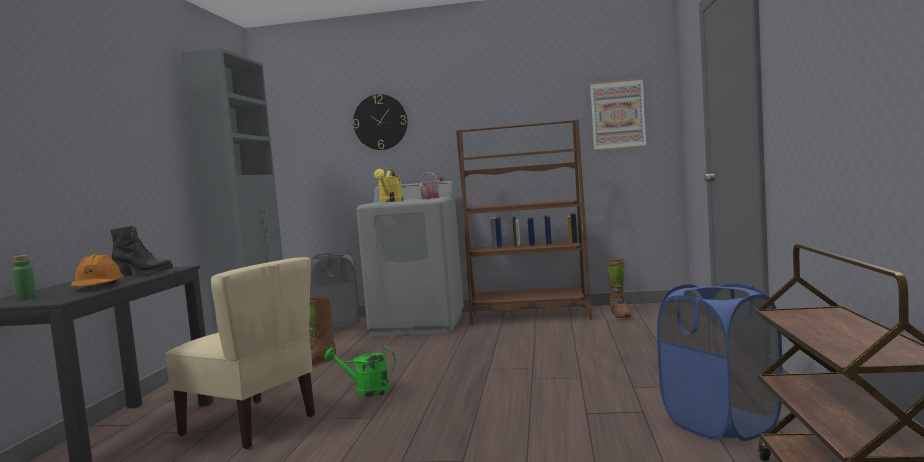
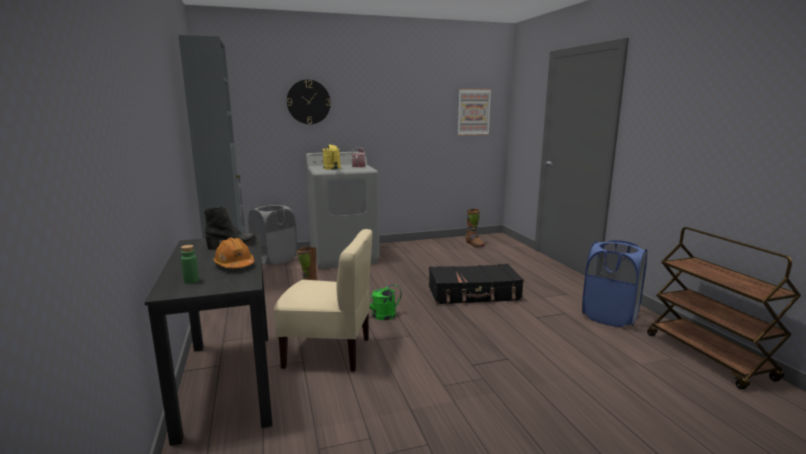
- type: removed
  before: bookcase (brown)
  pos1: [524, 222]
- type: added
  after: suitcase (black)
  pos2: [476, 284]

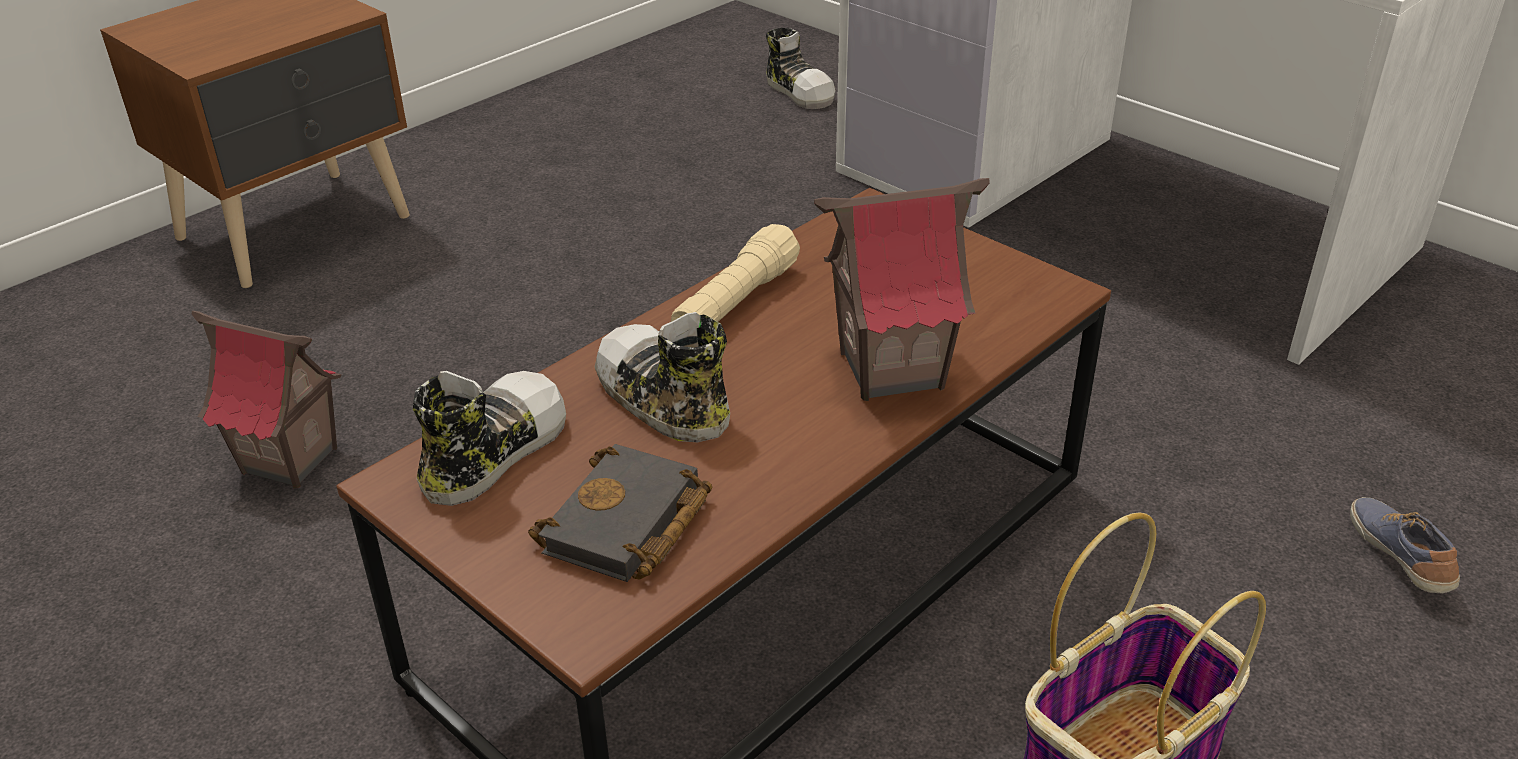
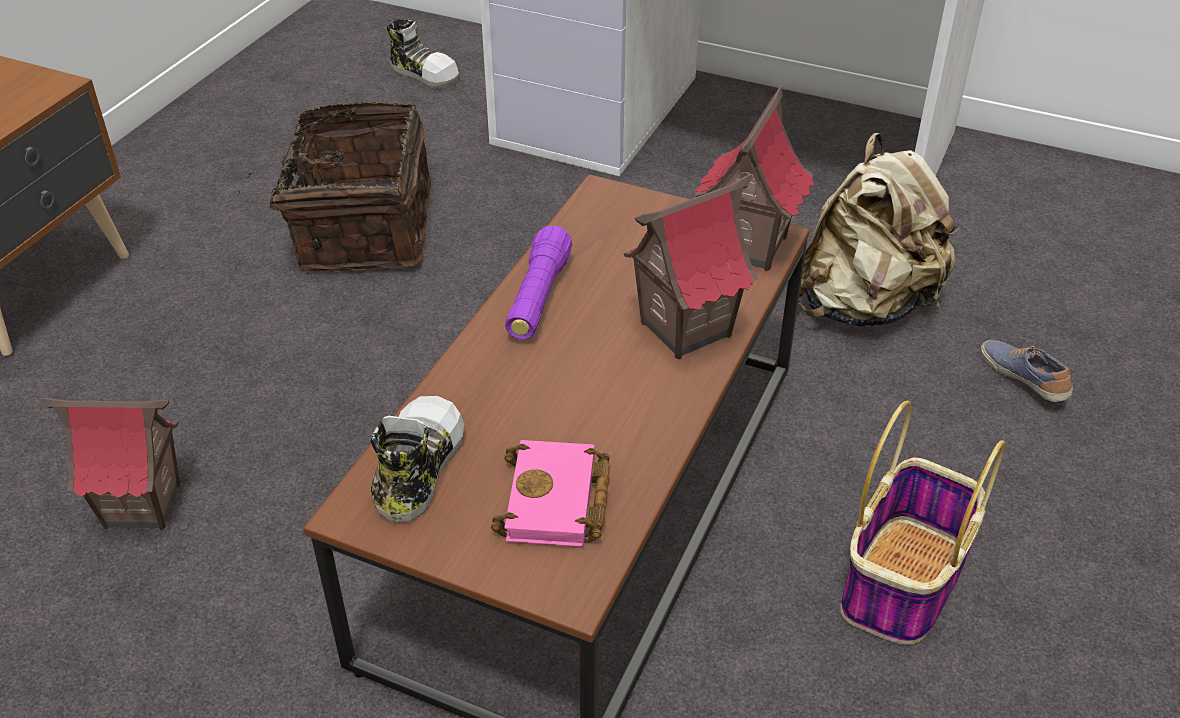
- type: recoloured
  before: flashlight (beige)
  after: flashlight (purple)
  pos1: [735, 273]
  pos2: [538, 282]
- type: removed
  before: shoe
  pos1: [662, 377]
- type: recoloured
  before: book (black)
  after: book (pink)
  pos1: [620, 513]
  pos2: [550, 493]
- type: added
  after: toy house
  pos2: [754, 179]
- type: added
  after: basket
  pos2: [335, 187]
- type: added
  after: backpack (beige)
  pos2: [879, 230]

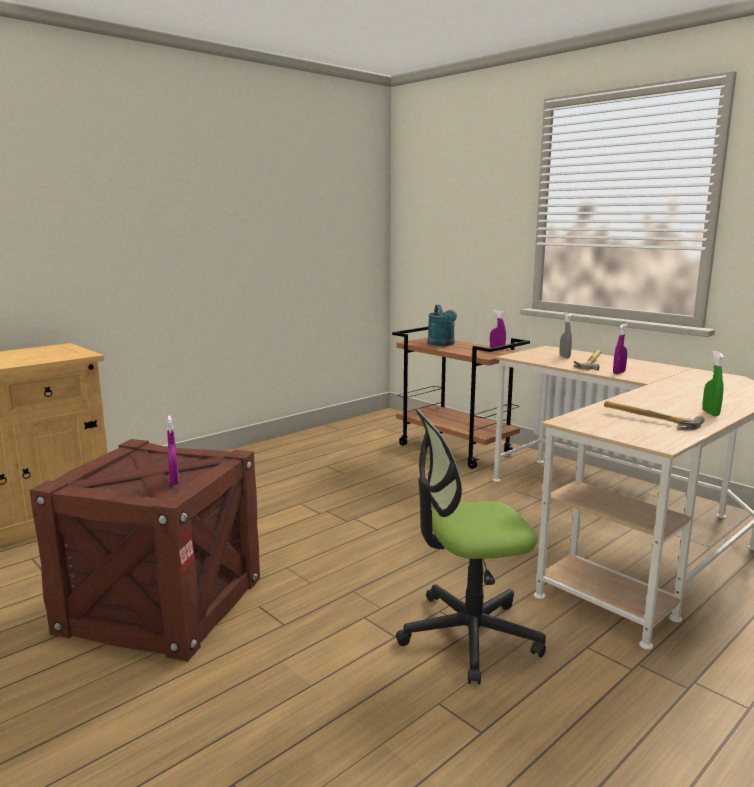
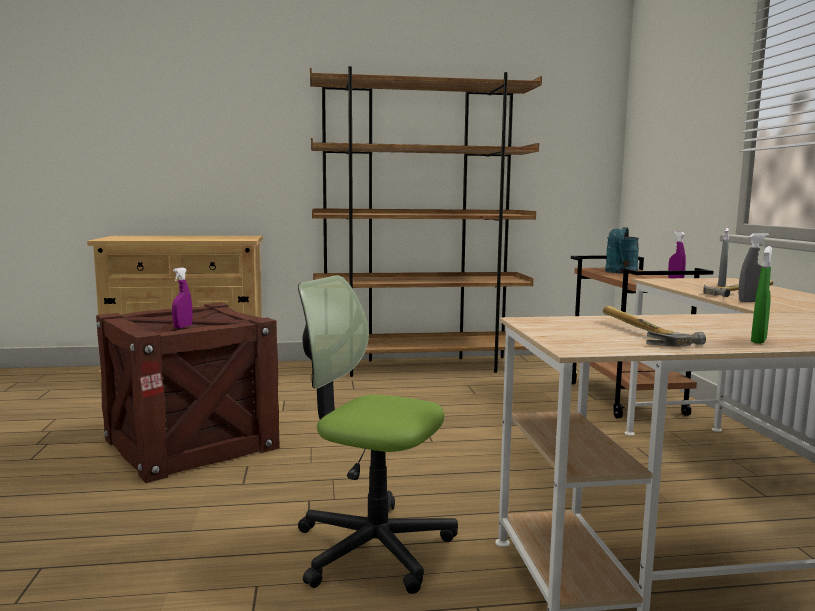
- type: recoloured
  before: spray bottle (purple)
  after: spray bottle (grey)
  pos1: [620, 348]
  pos2: [754, 267]
- type: added
  after: bookcase (brown)
  pos2: [426, 221]

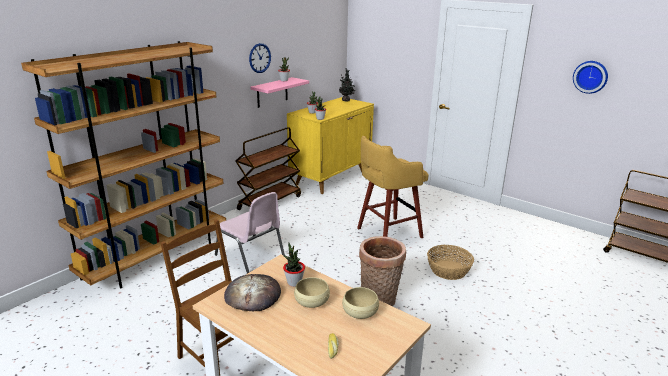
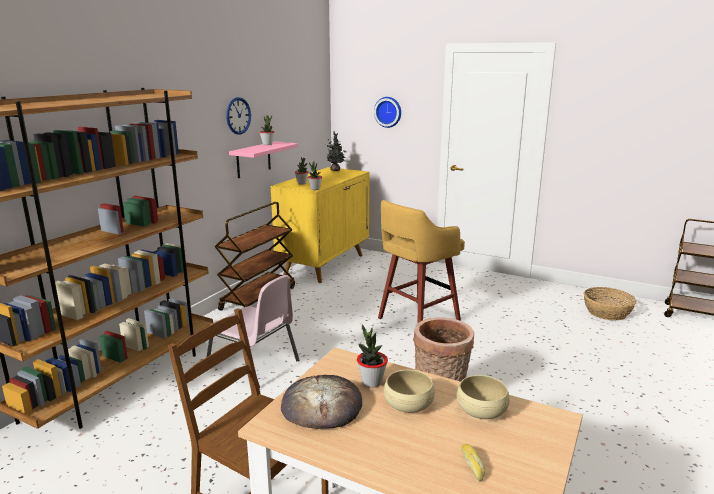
- type: moved
  before: wall clock
  pos1: [590, 77]
  pos2: [387, 112]
- type: moved
  before: basket
  pos1: [450, 262]
  pos2: [610, 304]

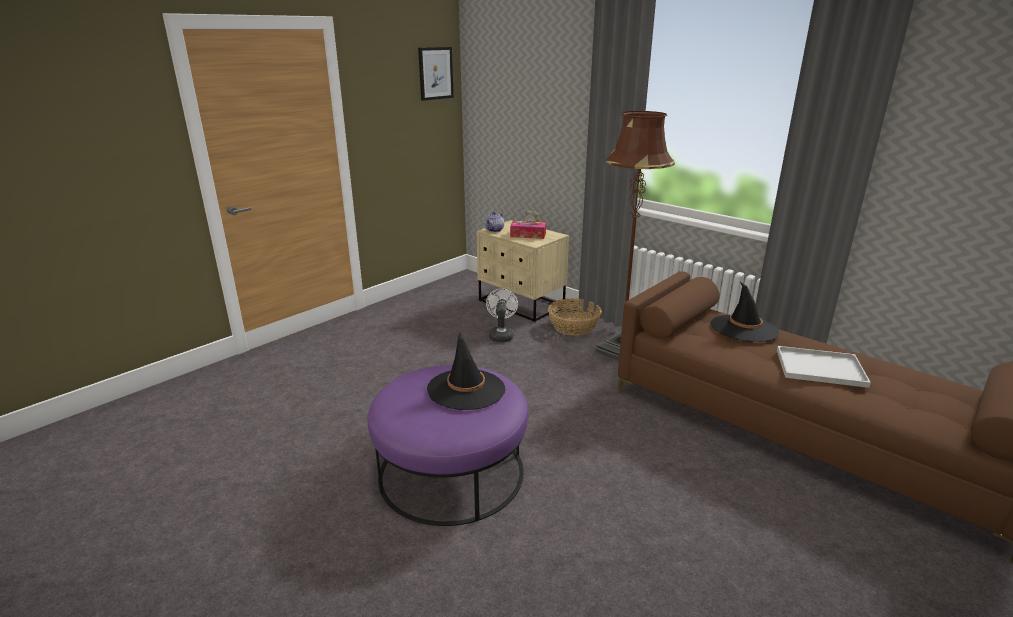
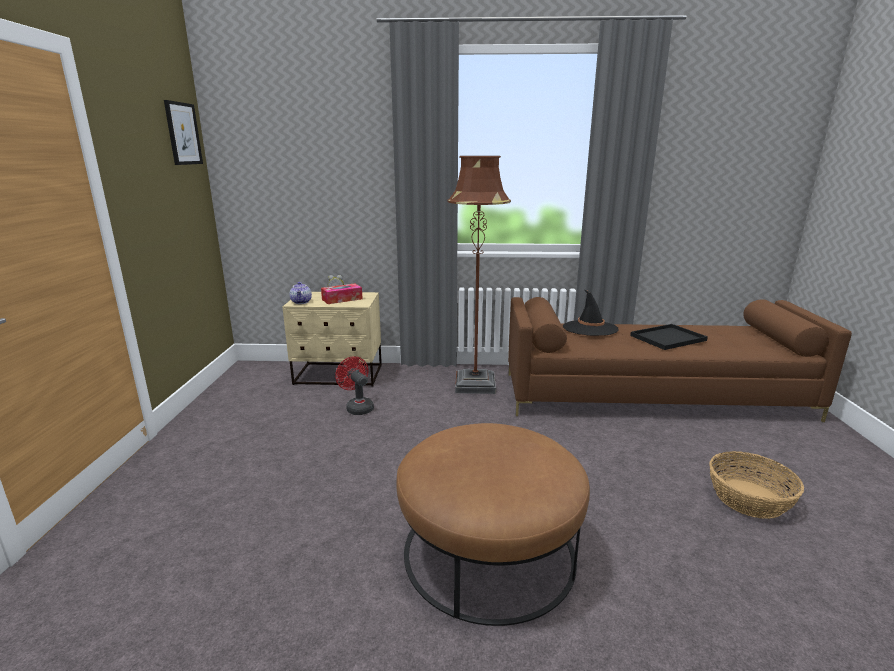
- type: recoloured
  before: fan (white)
  after: fan (red)
  pos1: [502, 315]
  pos2: [354, 385]
- type: moved
  before: basket
  pos1: [575, 317]
  pos2: [756, 485]
- type: removed
  before: hat (black)
  pos1: [466, 371]
- type: recoloured
  before: tray (white)
  after: tray (black)
  pos1: [824, 367]
  pos2: [669, 337]
- type: recoloured
  before: ottoman (purple)
  after: ottoman (brown)
  pos1: [448, 445]
  pos2: [493, 524]

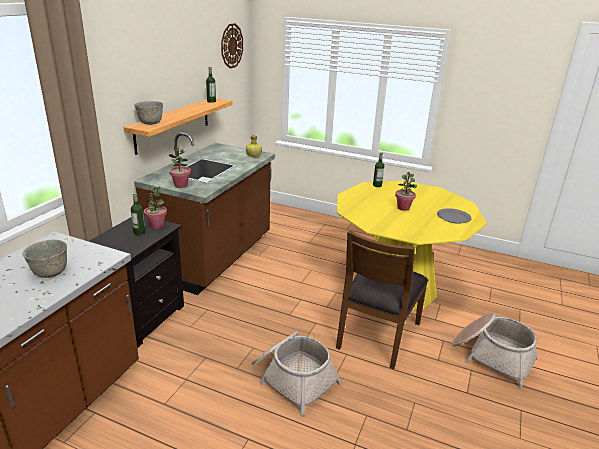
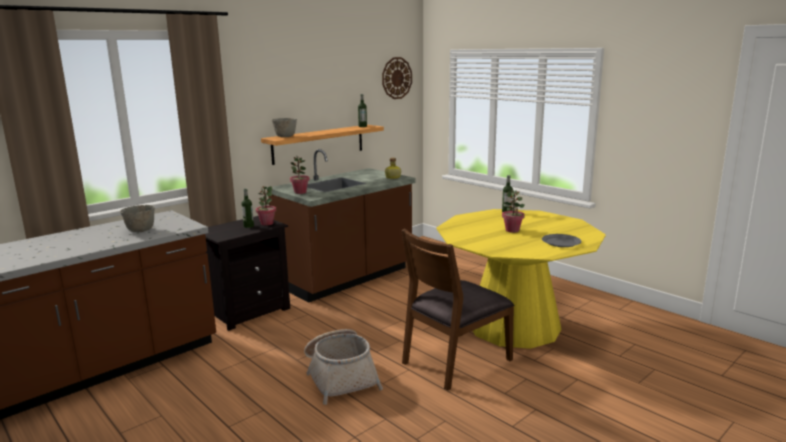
- type: removed
  before: basket
  pos1: [495, 350]

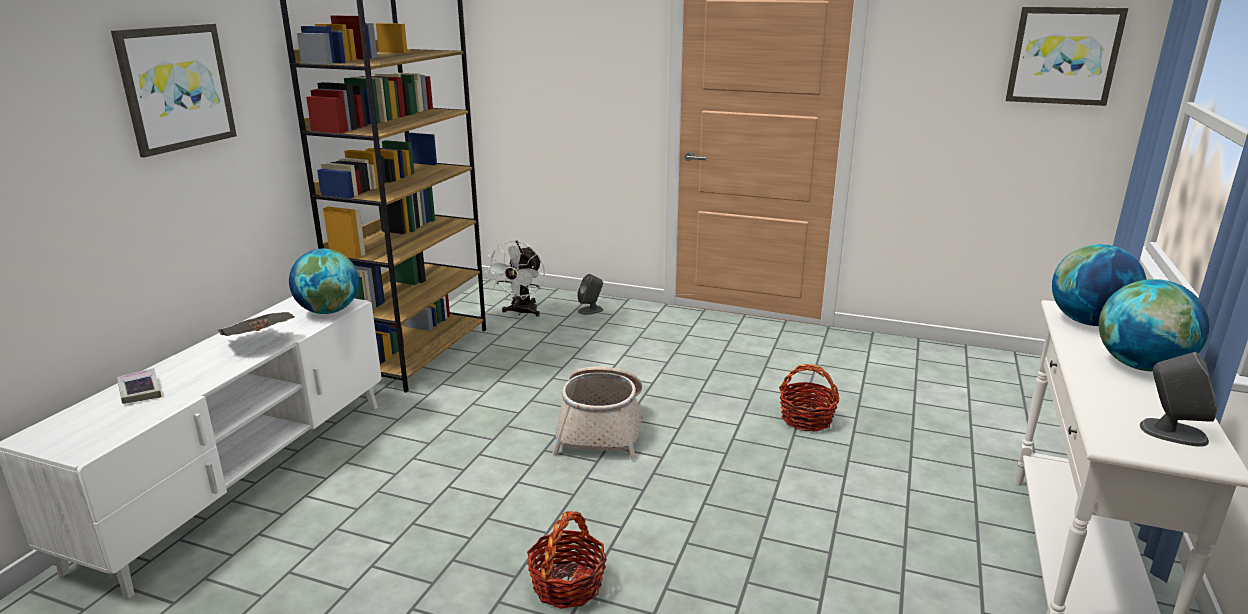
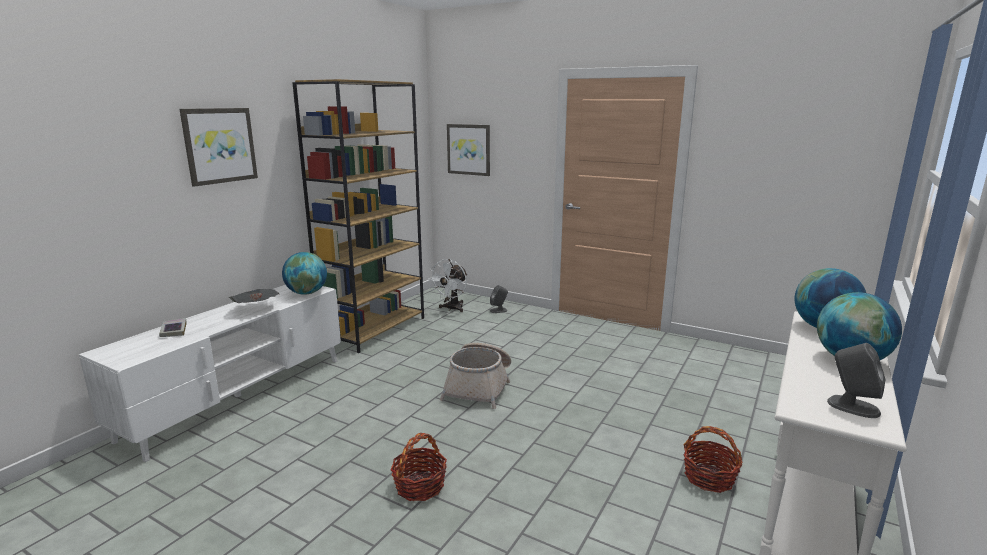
- type: moved
  before: picture
  pos1: [1066, 56]
  pos2: [468, 150]
- type: moved
  before: basket
  pos1: [809, 397]
  pos2: [712, 459]

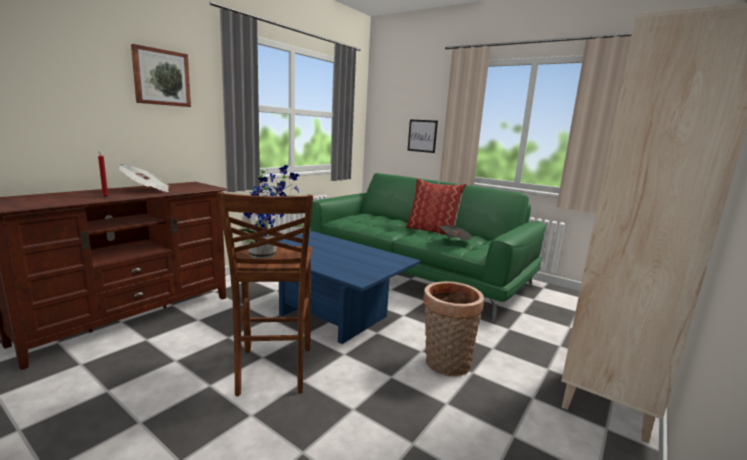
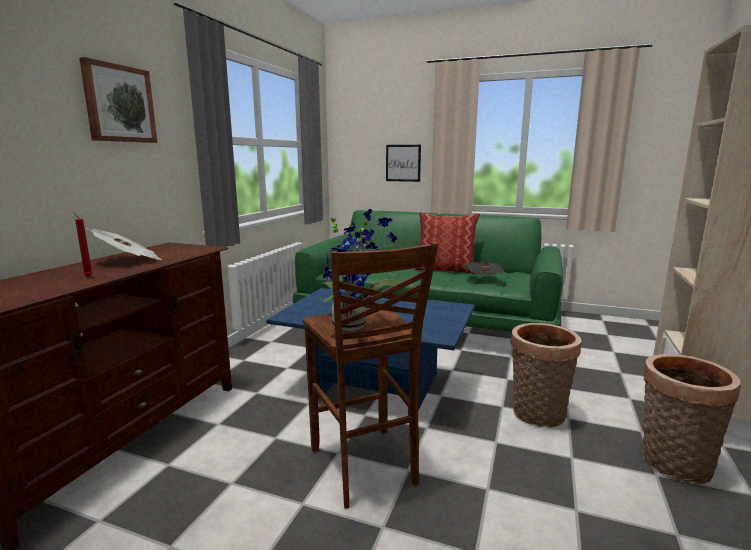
- type: added
  after: basket
  pos2: [692, 419]

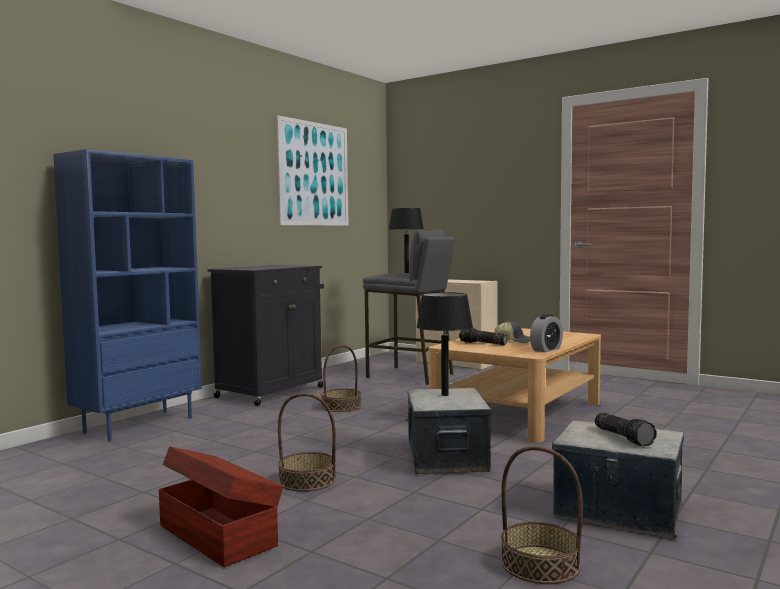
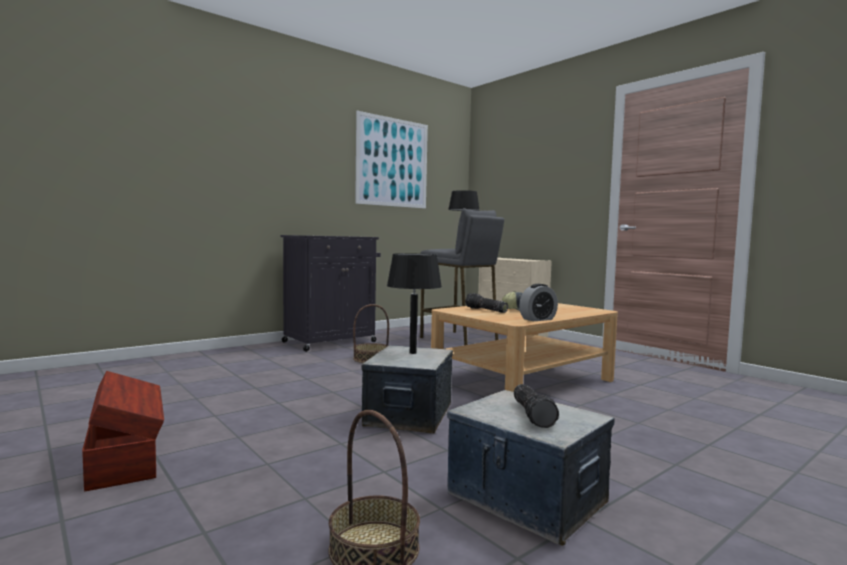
- type: removed
  before: bookcase (blue)
  pos1: [127, 295]
- type: removed
  before: basket
  pos1: [307, 442]

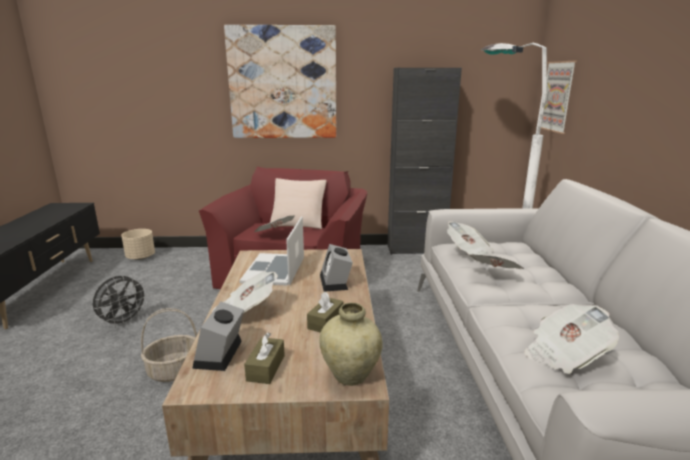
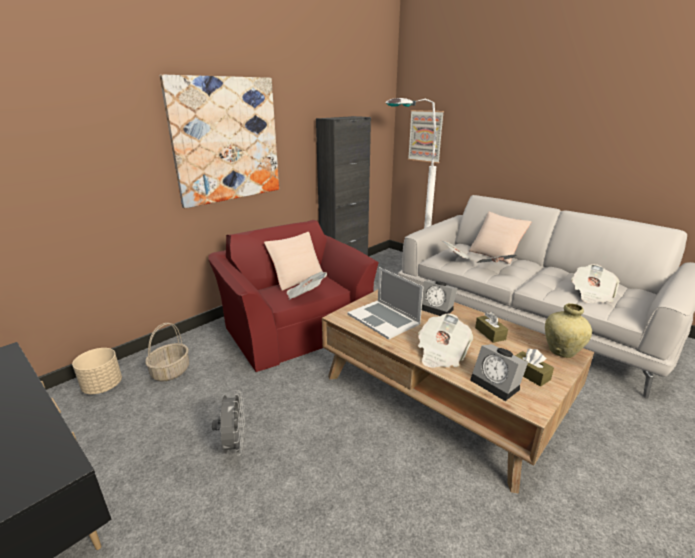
- type: moved
  before: basket
  pos1: [169, 345]
  pos2: [167, 352]
- type: added
  after: pillow (beige)
  pos2: [500, 238]

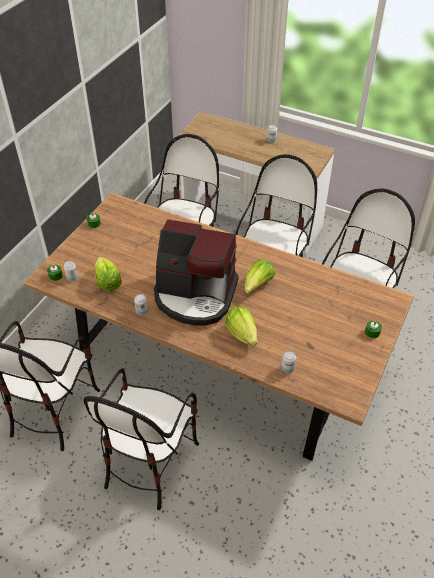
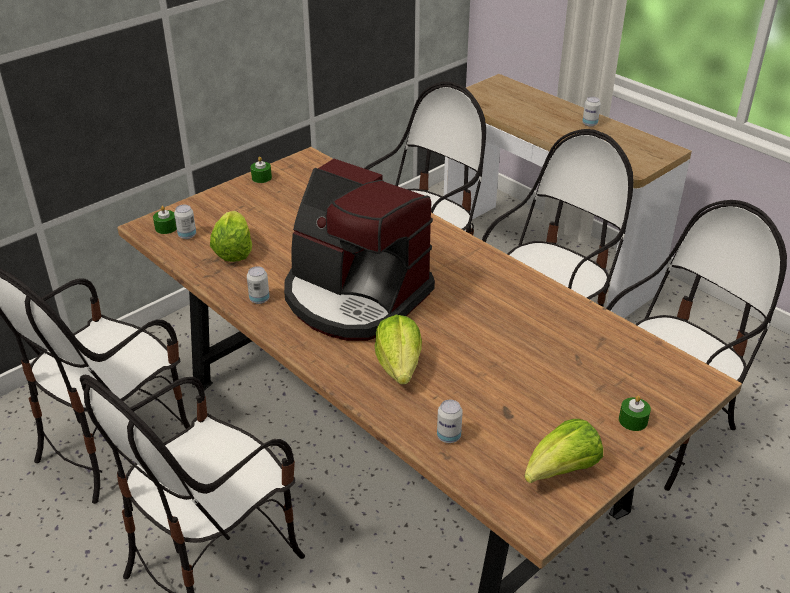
- type: moved
  before: lettuce
  pos1: [260, 276]
  pos2: [563, 451]

